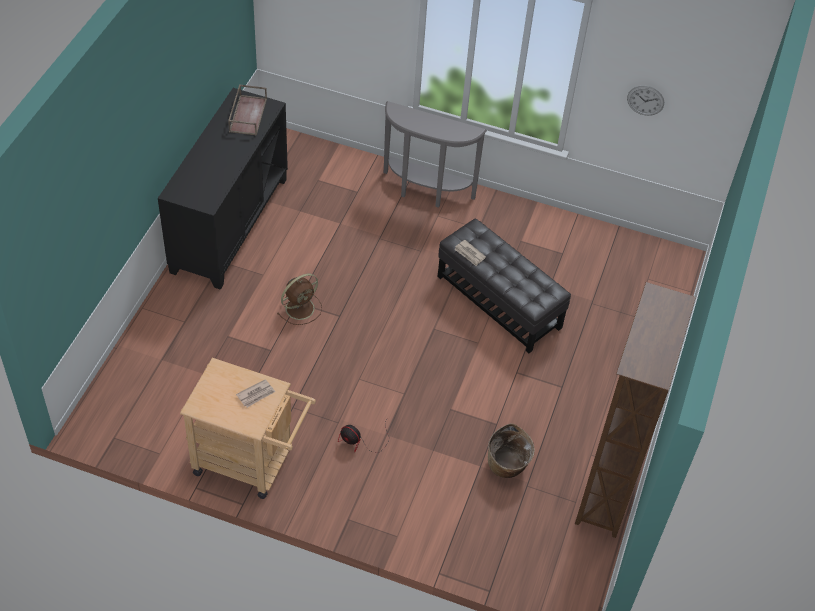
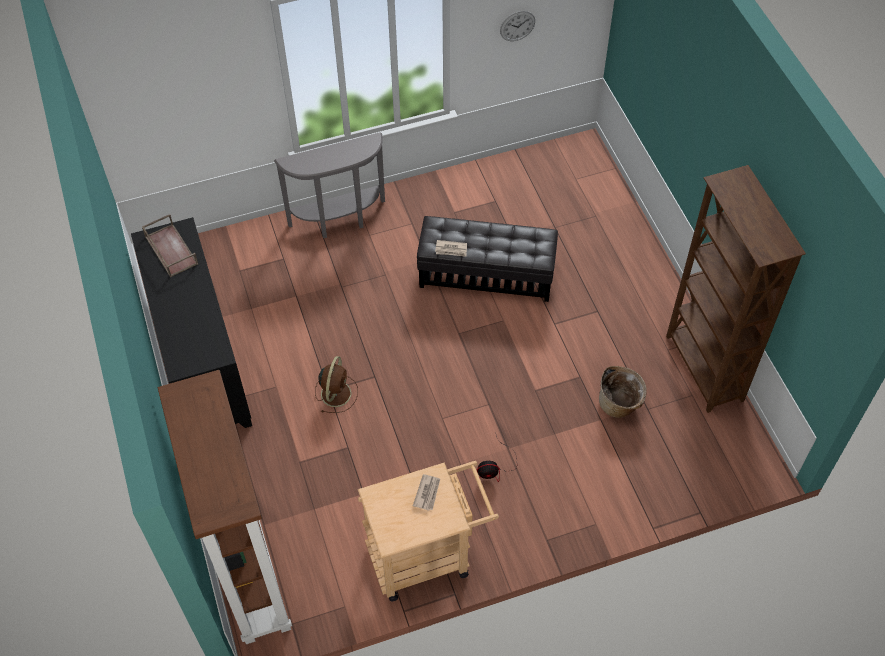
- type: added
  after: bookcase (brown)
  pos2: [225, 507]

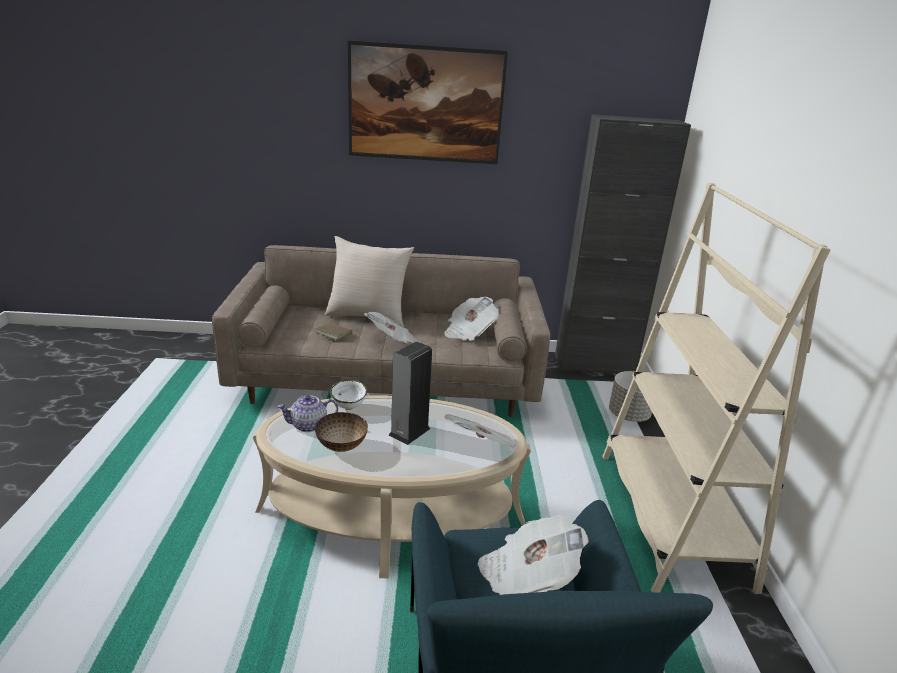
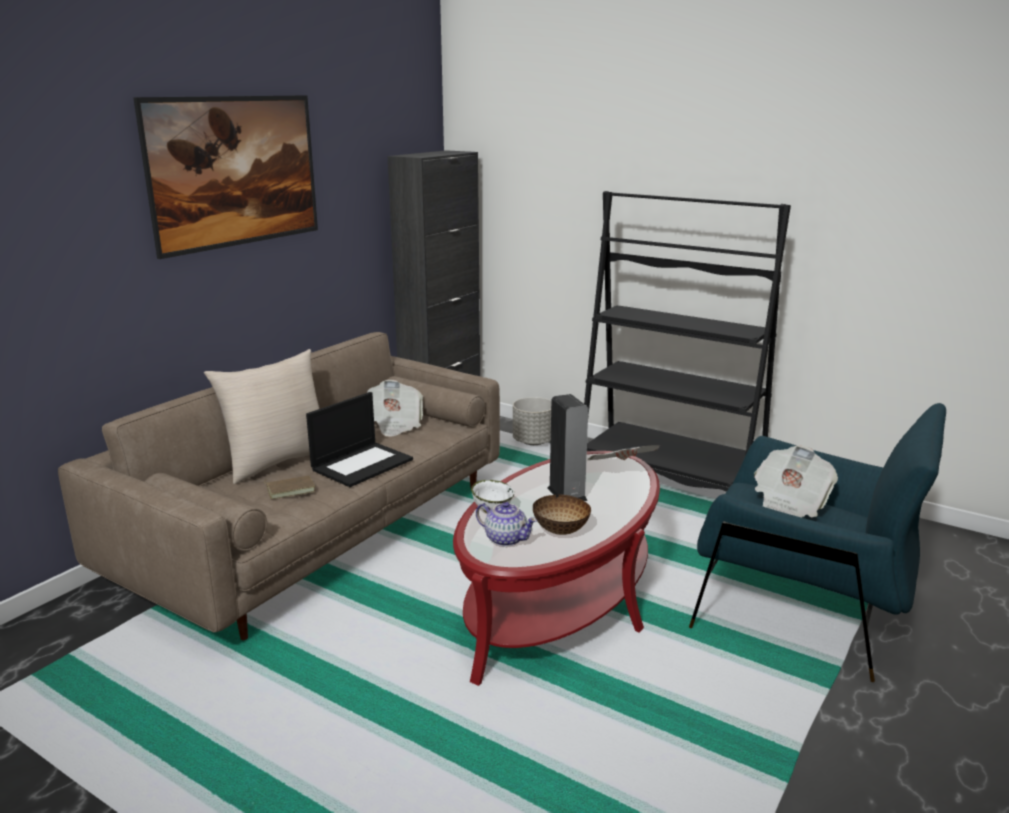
- type: recoloured
  before: bookcase (beige)
  after: bookcase (black)
  pos1: [716, 388]
  pos2: [687, 341]
- type: replaced
  before: newspaper
  after: laptop
  pos1: [391, 328]
  pos2: [359, 439]
- type: recoloured
  before: coffee table (beige)
  after: coffee table (red)
  pos1: [392, 487]
  pos2: [556, 568]
- type: turned
  before: teapot
  pos1: [307, 413]
  pos2: [506, 524]
  turn: -75

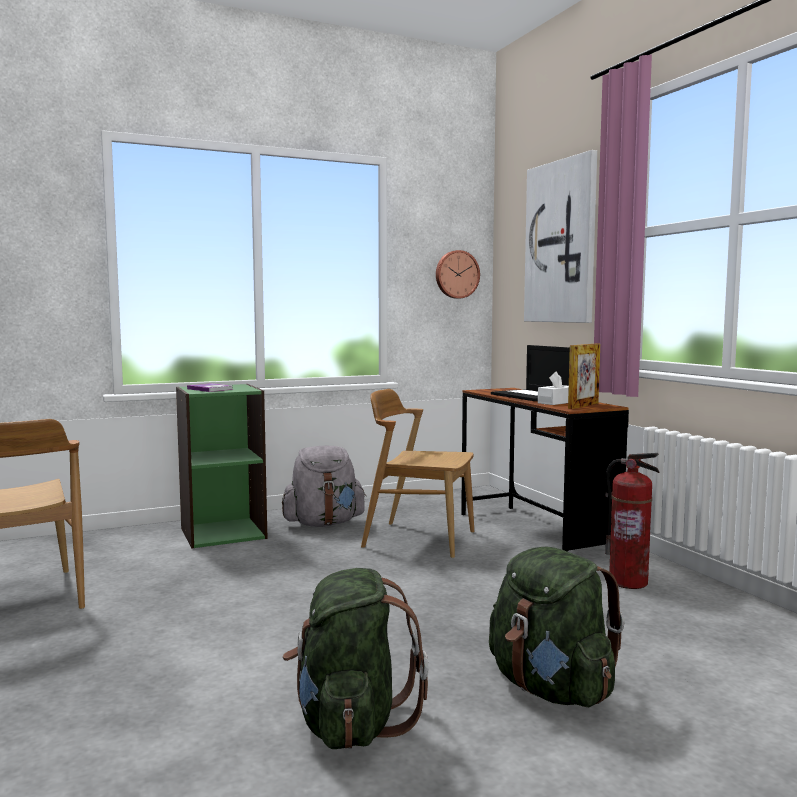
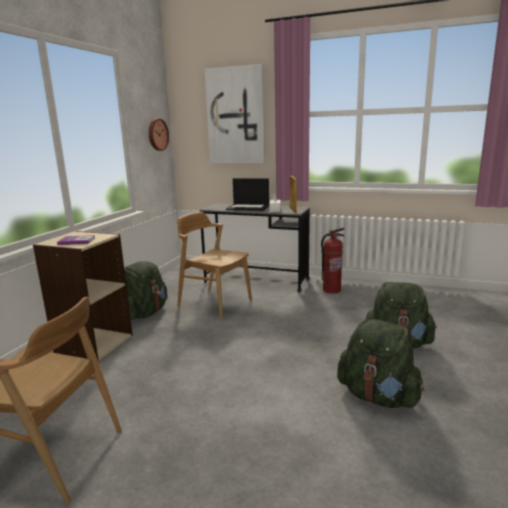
- type: recoloured
  before: bookcase (green)
  after: bookcase (beige)
  pos1: [222, 466]
  pos2: [83, 296]
- type: recoloured
  before: desk (brown)
  after: desk (grey)
  pos1: [545, 470]
  pos2: [254, 248]
- type: turned
  before: chair (brown)
  pos1: [417, 473]
  pos2: [214, 265]
  turn: 60
- type: recoloured
  before: backpack (grey)
  after: backpack (green)
  pos1: [324, 486]
  pos2: [146, 290]

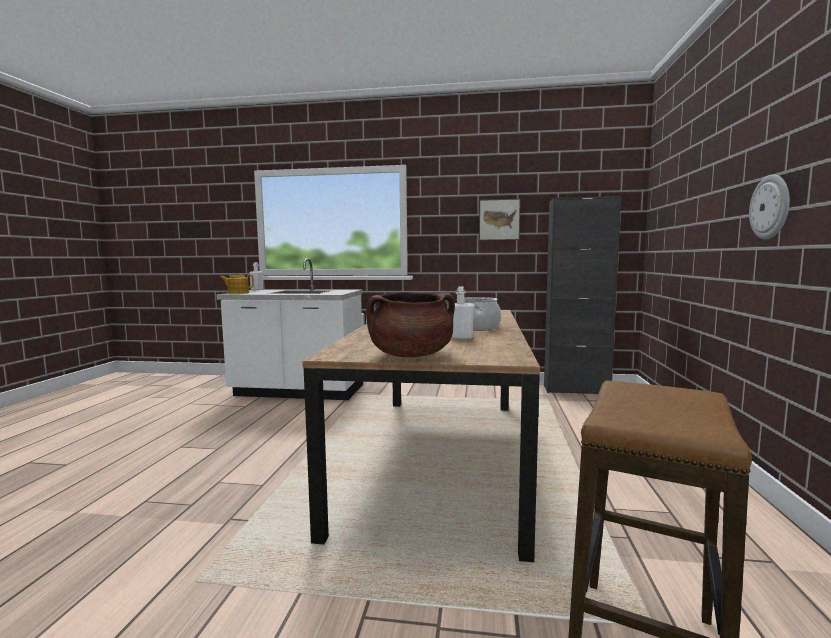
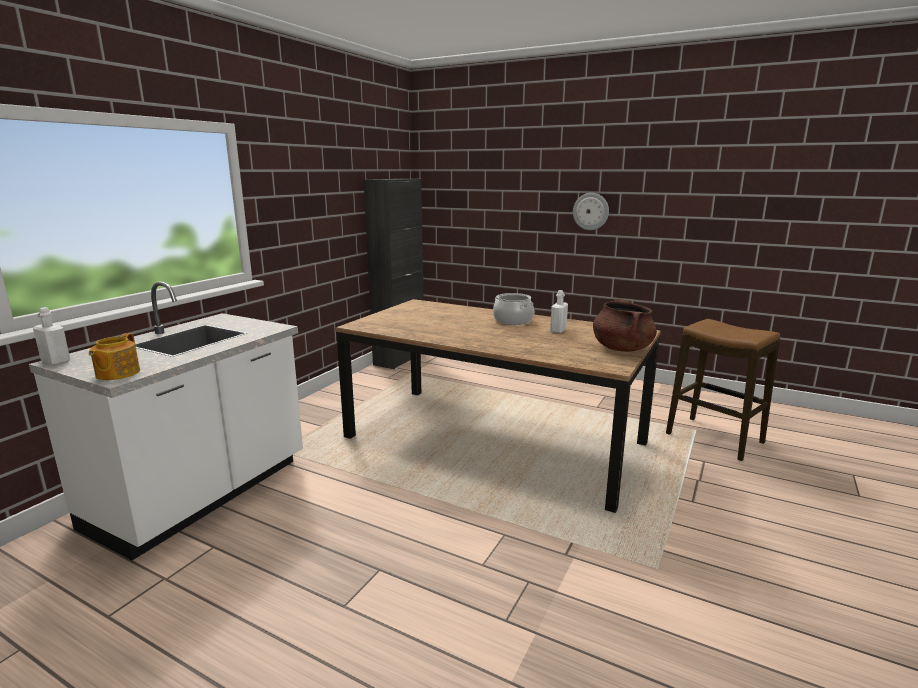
- type: removed
  before: picture
  pos1: [500, 220]

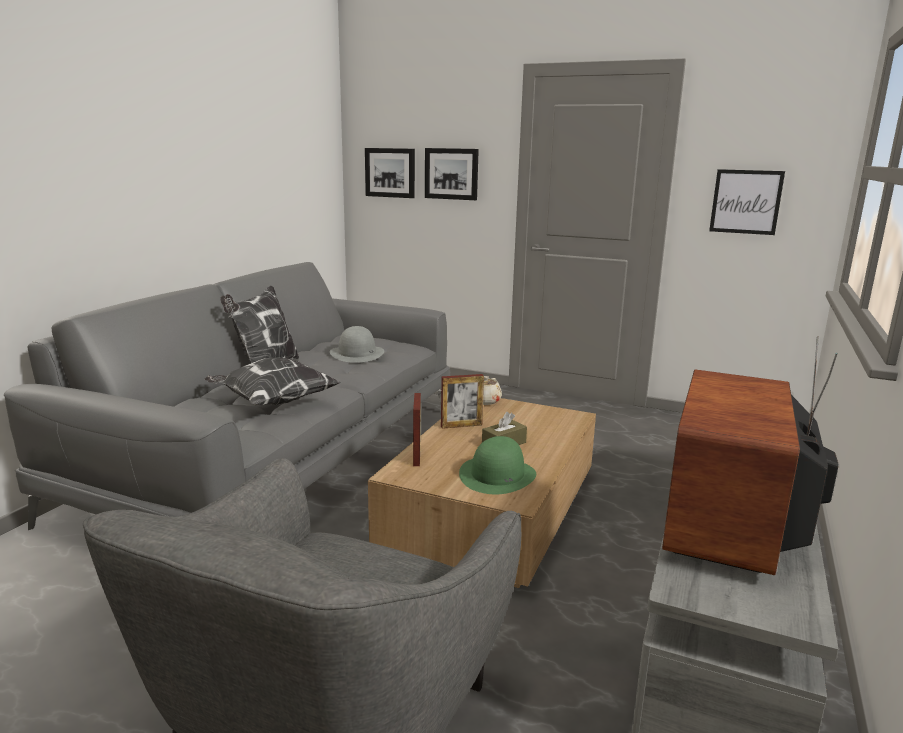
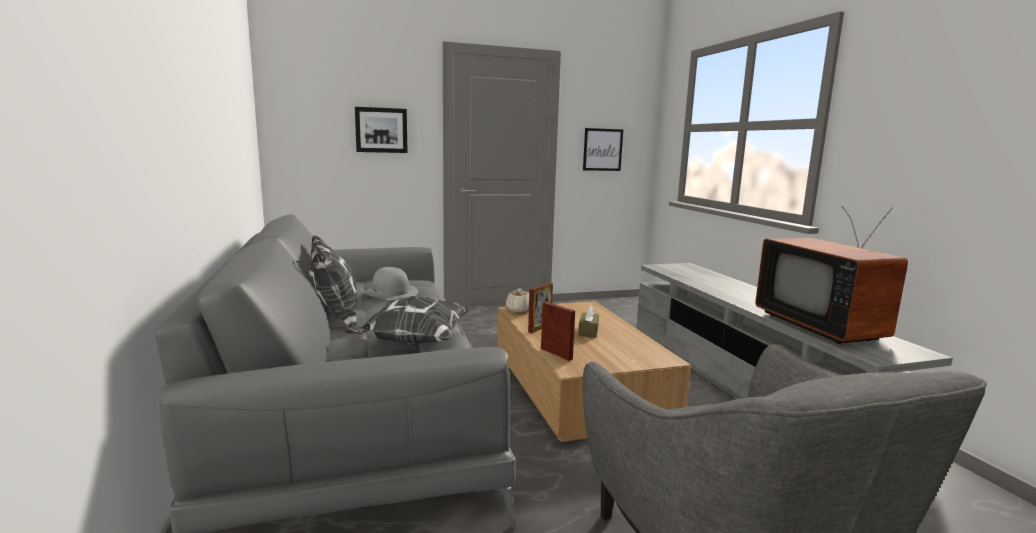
- type: removed
  before: picture
  pos1: [390, 173]
- type: removed
  before: hat (green)
  pos1: [497, 465]

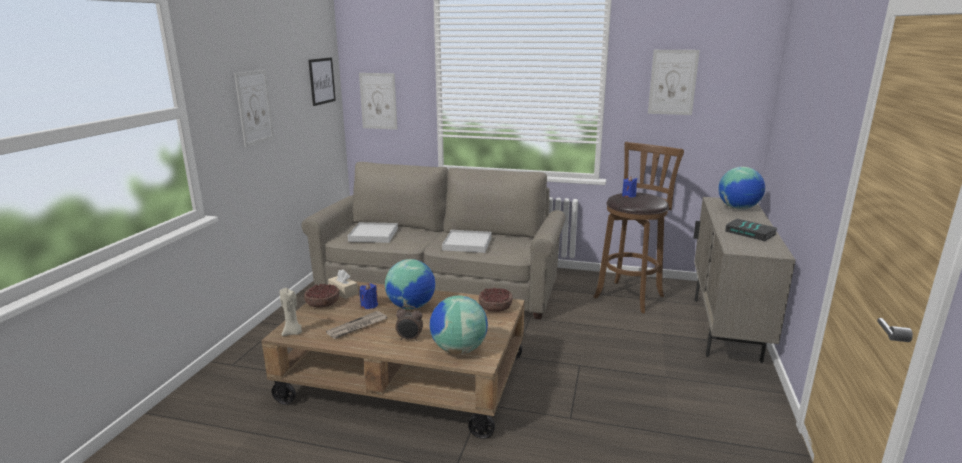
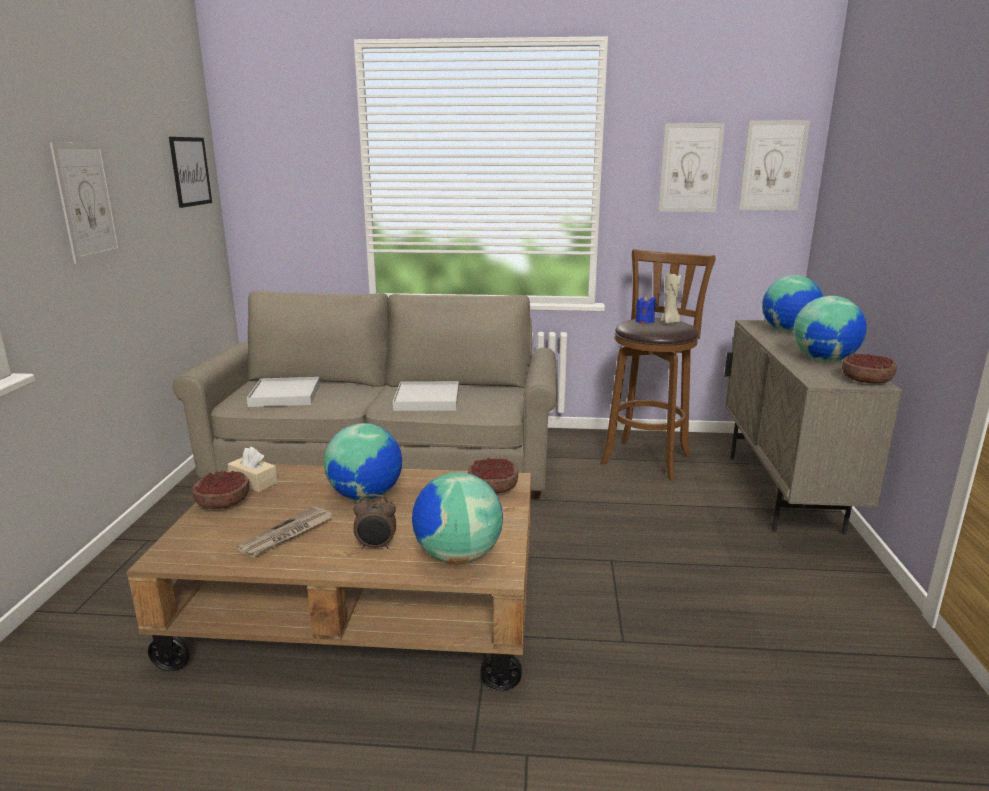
- type: moved
  before: picture
  pos1: [378, 101]
  pos2: [774, 165]
- type: replaced
  before: book
  after: globe
  pos1: [751, 230]
  pos2: [830, 329]
- type: removed
  before: candle (blue)
  pos1: [369, 296]
- type: moved
  before: candle (beige)
  pos1: [291, 312]
  pos2: [671, 299]
- type: added
  after: bowl
  pos2: [869, 369]

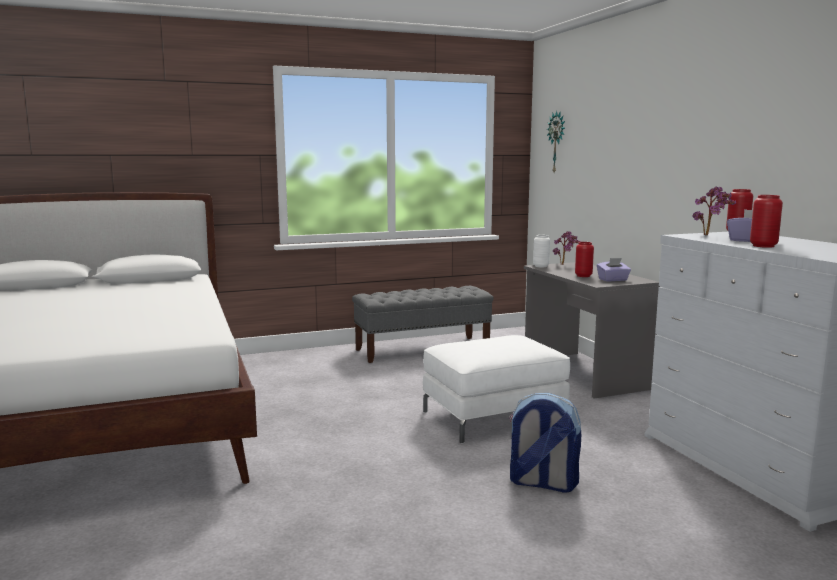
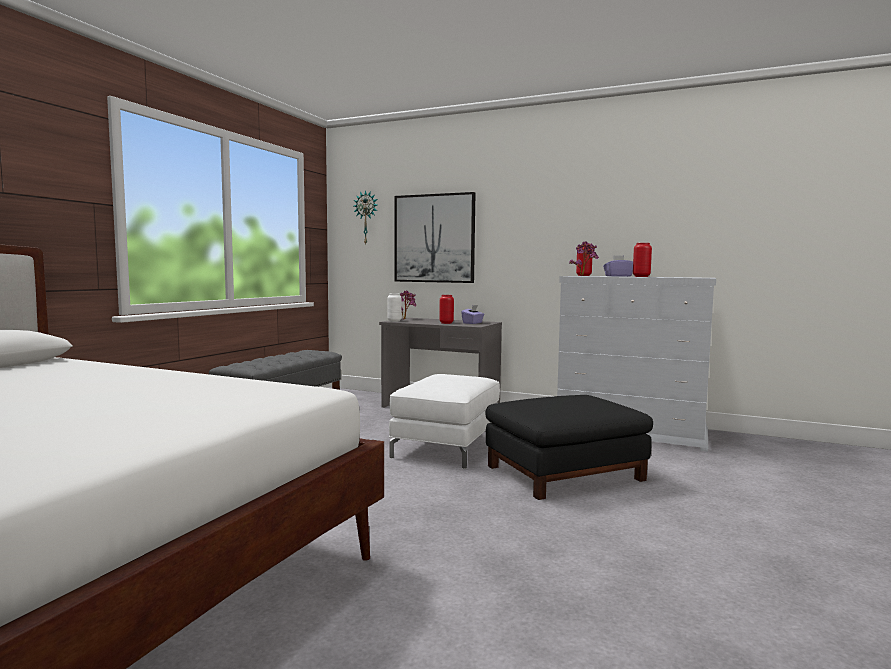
- type: replaced
  before: backpack
  after: ottoman (black)
  pos1: [545, 443]
  pos2: [569, 447]
- type: added
  after: picture
  pos2: [434, 237]

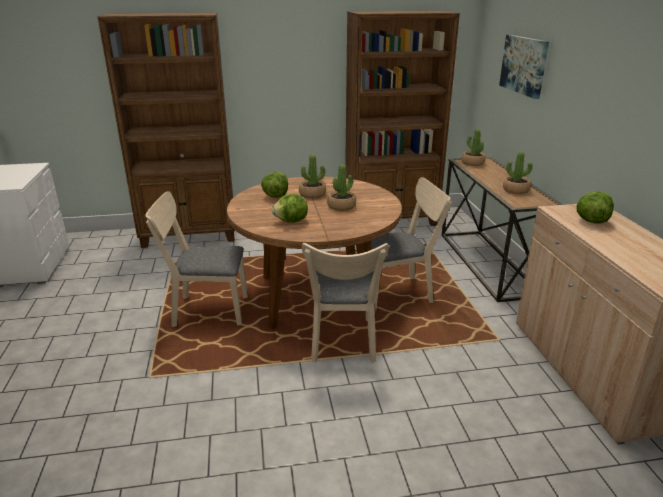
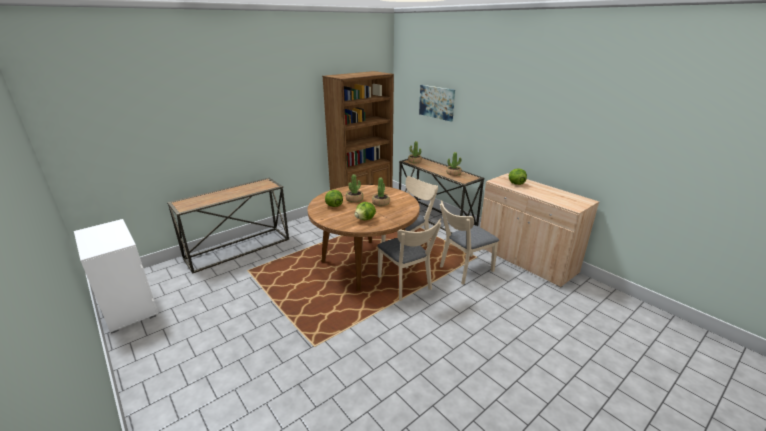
- type: replaced
  before: bookcase (brown)
  after: console table
  pos1: [166, 130]
  pos2: [228, 225]
- type: moved
  before: chair (beige)
  pos1: [196, 259]
  pos2: [469, 242]

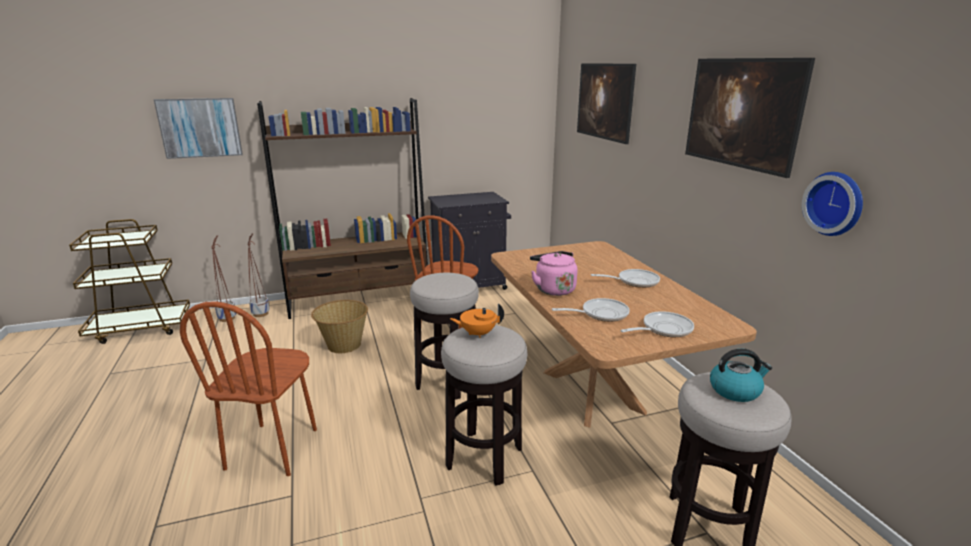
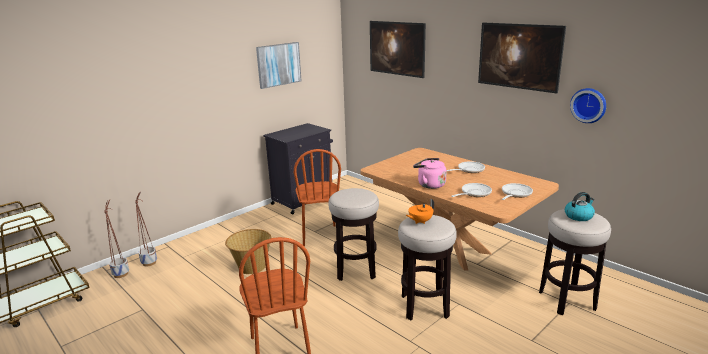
- type: moved
  before: picture
  pos1: [198, 128]
  pos2: [279, 65]
- type: removed
  before: bookcase (brown)
  pos1: [342, 208]

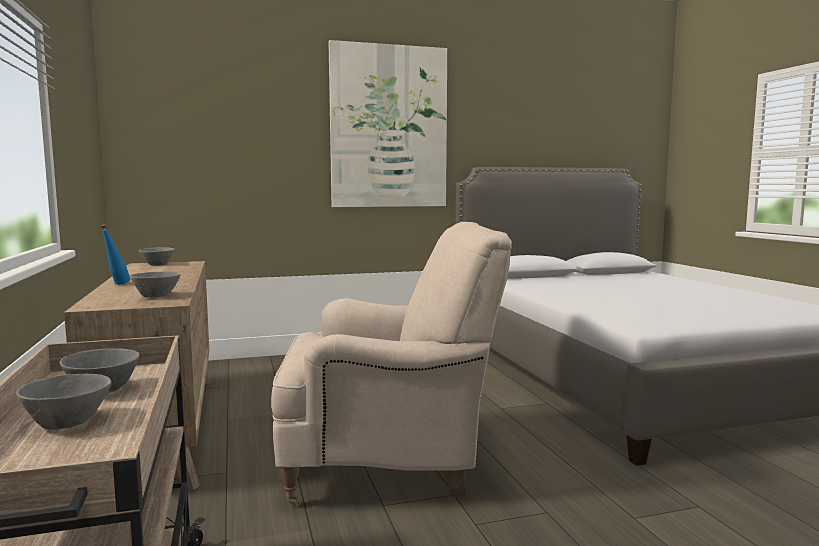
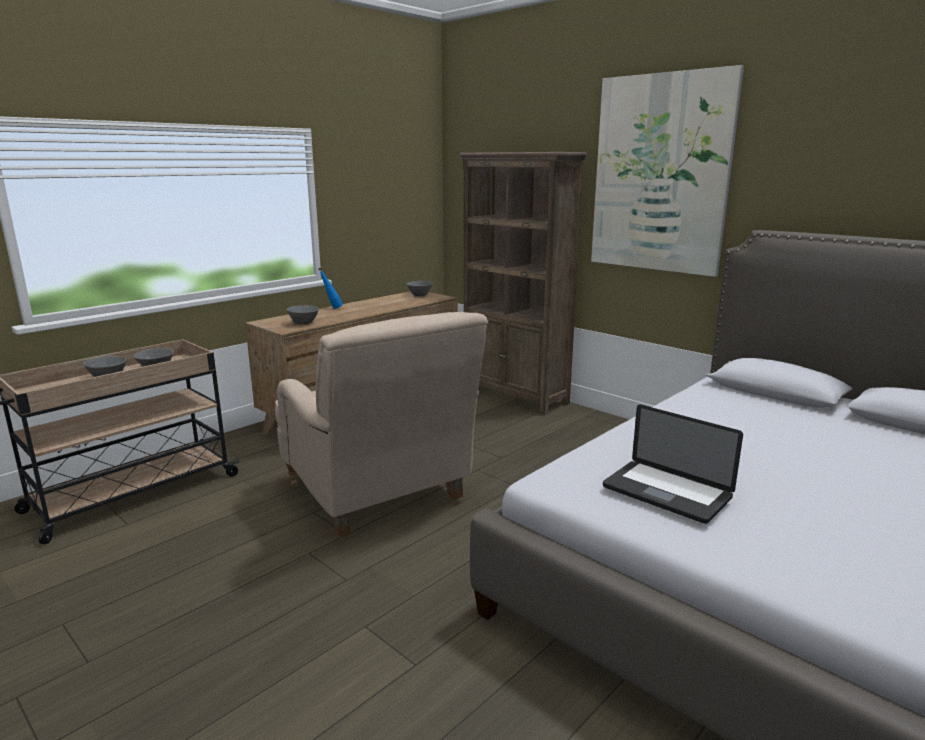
- type: added
  after: bookcase (brown)
  pos2: [523, 283]
- type: added
  after: laptop
  pos2: [673, 464]

